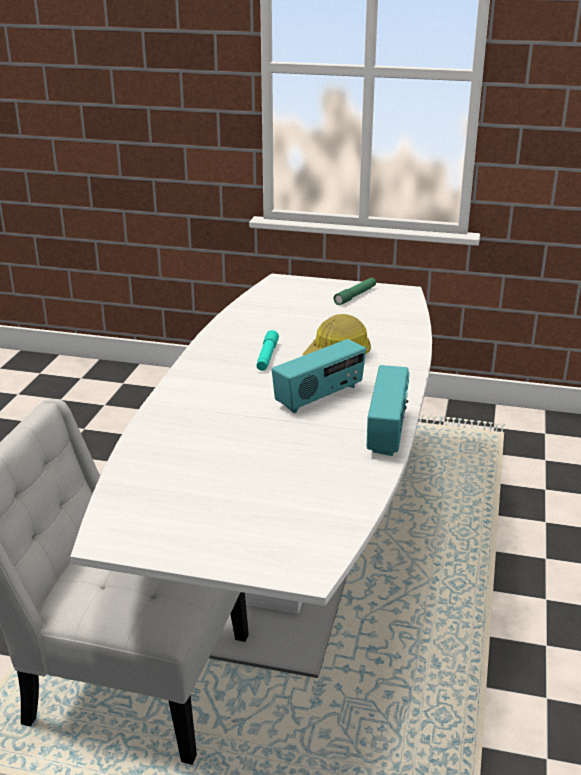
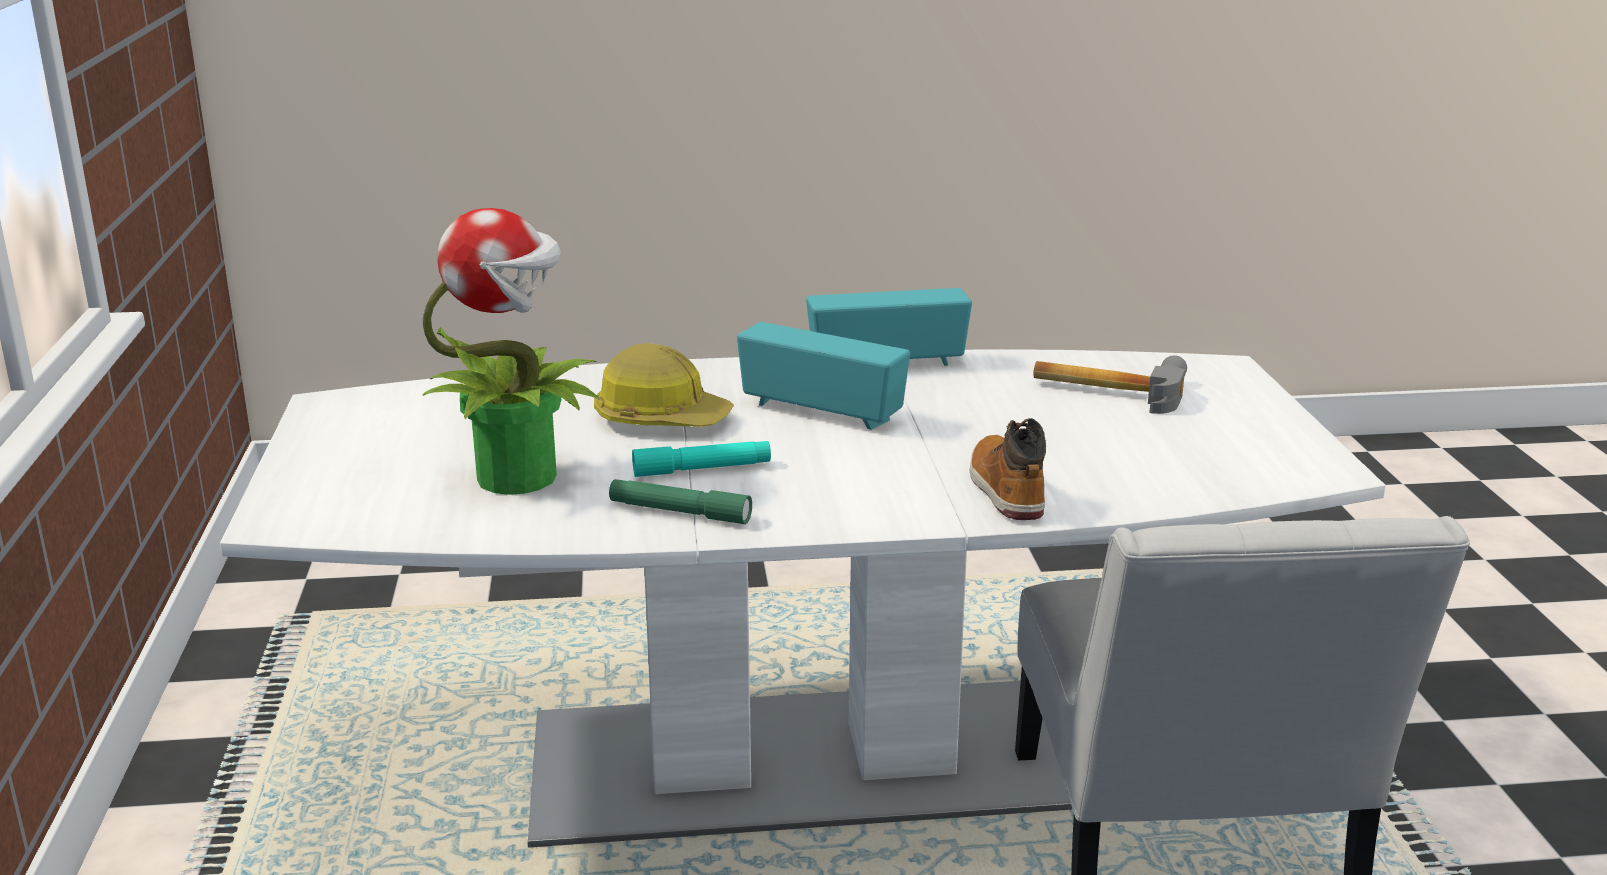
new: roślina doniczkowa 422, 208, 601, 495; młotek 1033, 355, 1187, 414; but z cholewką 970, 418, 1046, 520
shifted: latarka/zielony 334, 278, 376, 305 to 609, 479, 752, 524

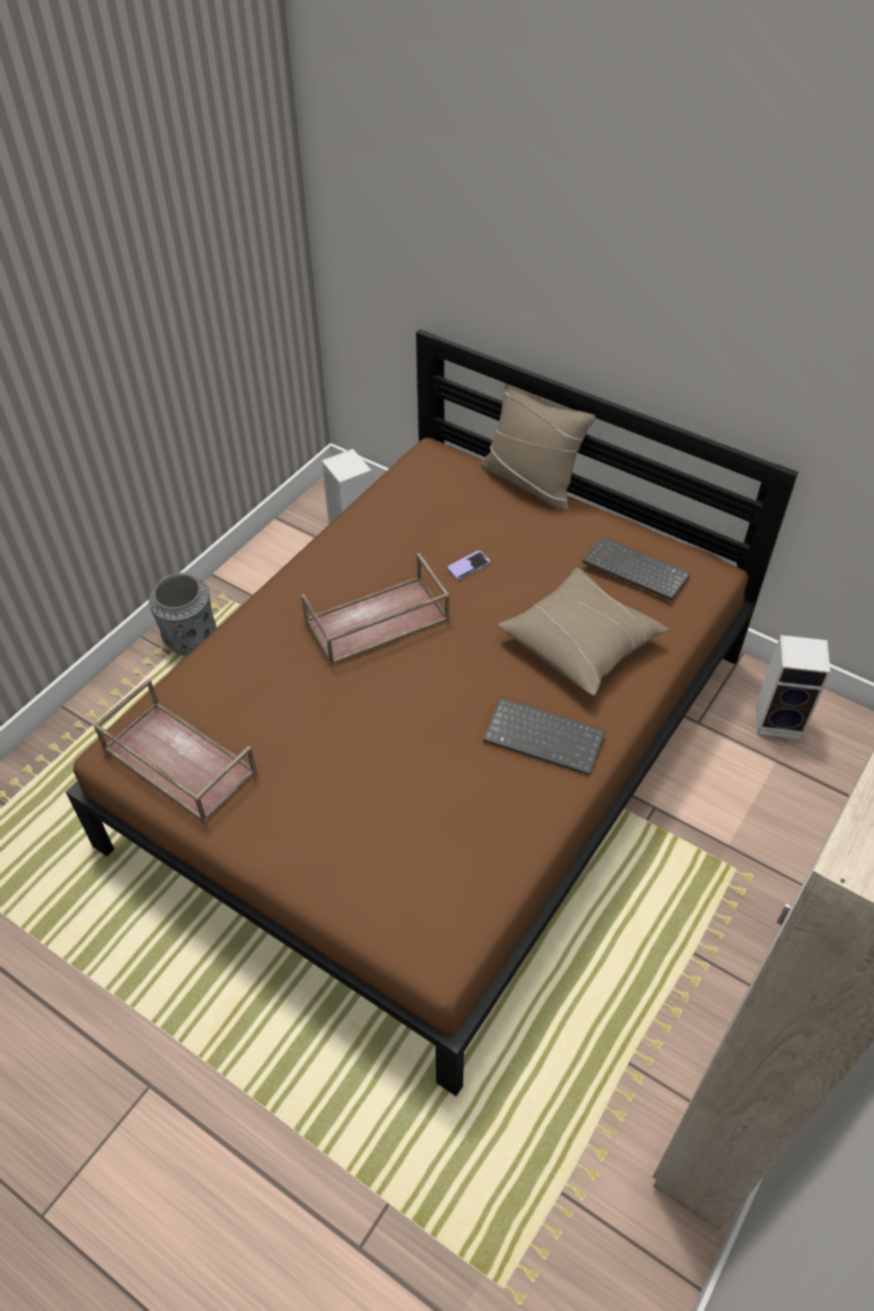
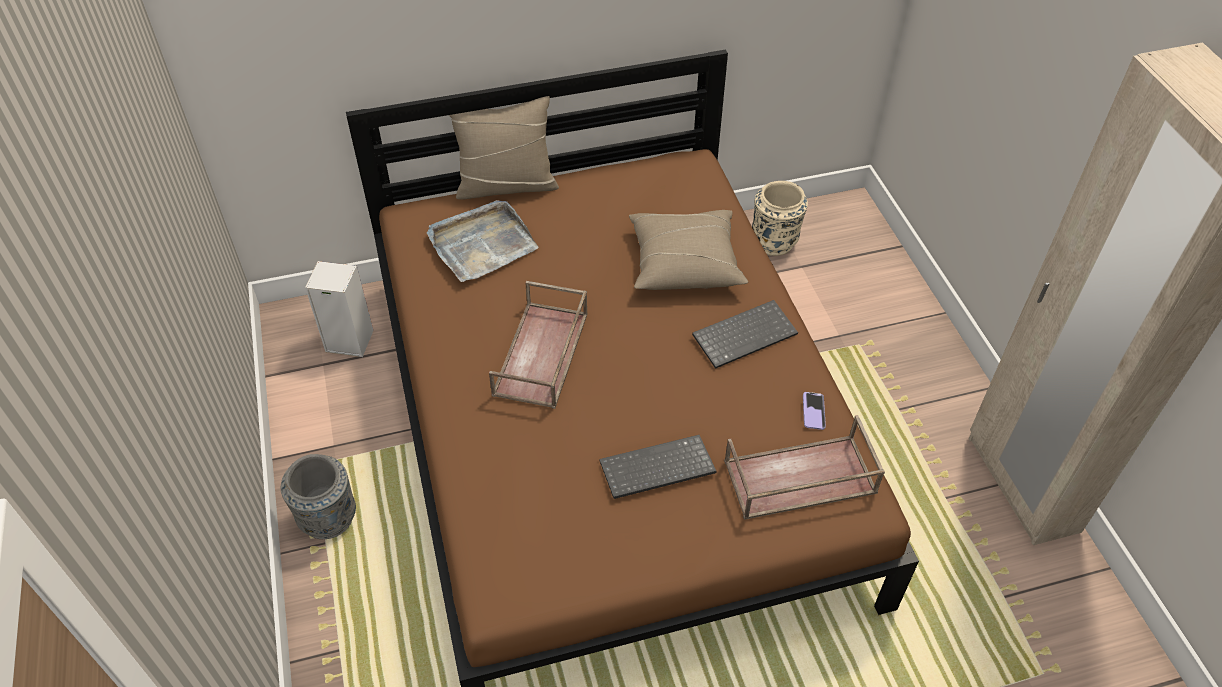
new: taca/szary 427, 200, 539, 282
shifted: klawiatura 582, 537, 691, 601 to 600, 435, 716, 499; telefon 448, 550, 490, 580 to 803, 392, 826, 430; taca/brązowy 93, 679, 257, 823 to 724, 415, 885, 520
swapped: głośnik 756, 635, 831, 740 to wazon/beżowy 752, 181, 808, 256

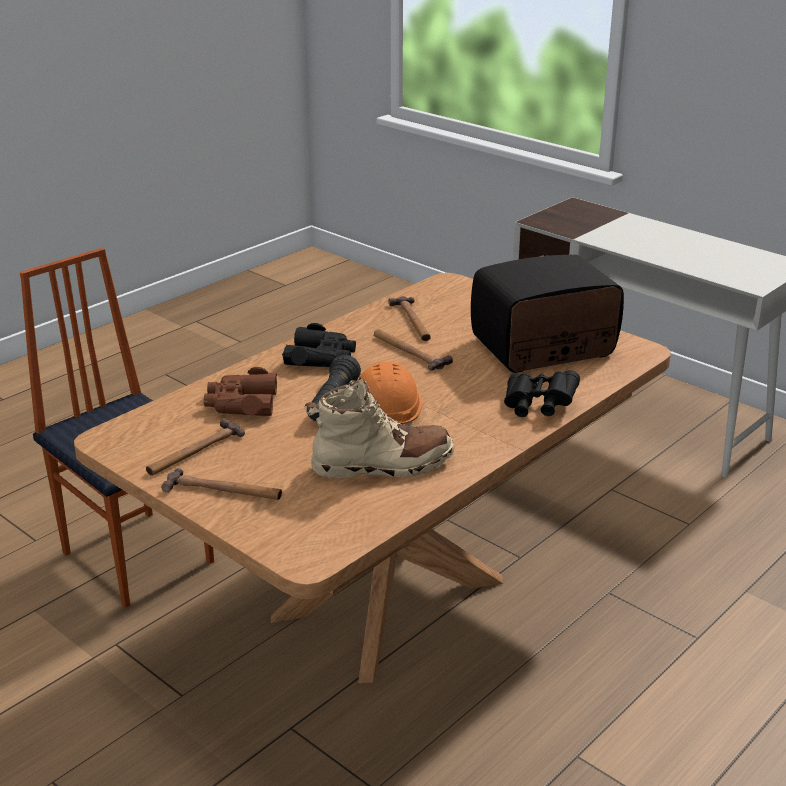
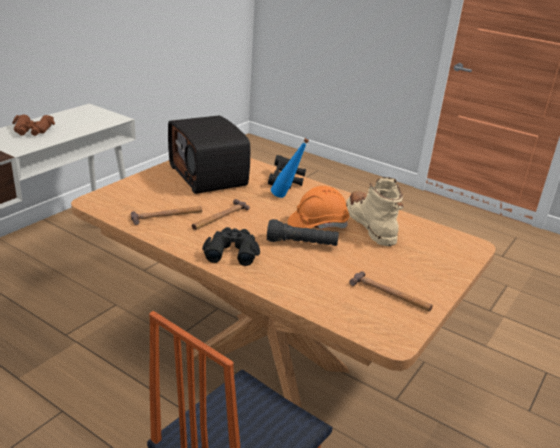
gone: młotek 161, 468, 282, 500
new: butelka/niebieski 271, 138, 309, 198
shifted: lornetka/brązowy 204, 367, 277, 416 to 12, 115, 55, 136

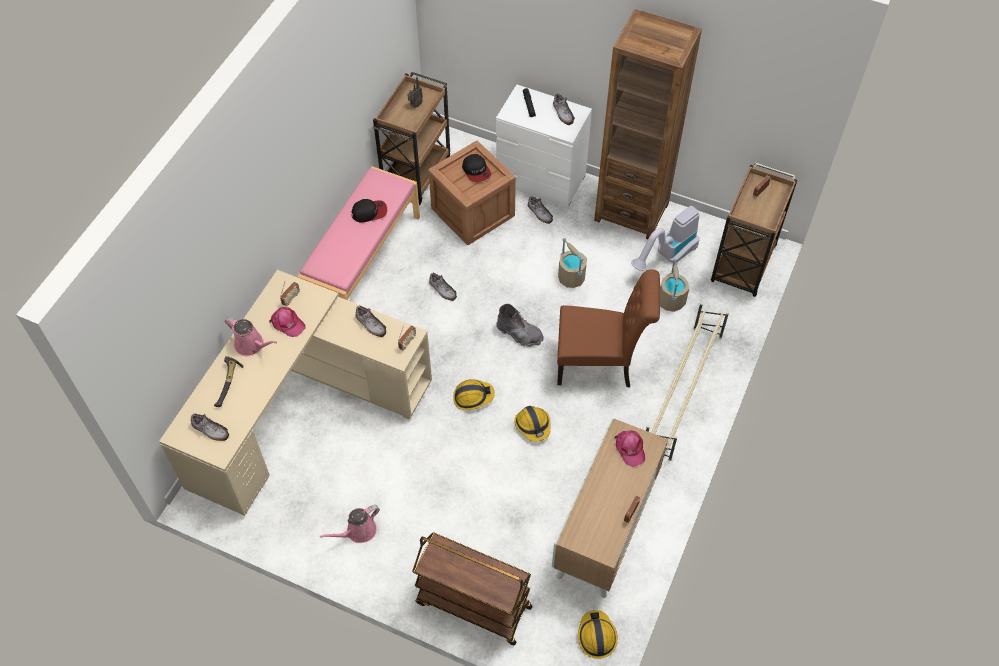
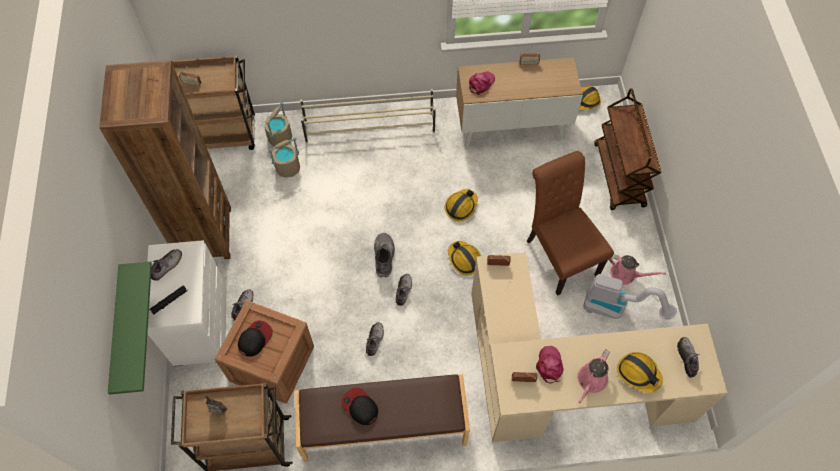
new: półka/zielony 108, 262, 152, 395
shifted: odkurzacz 631, 206, 700, 271 to 583, 274, 677, 320; wiadro/beżowy 558, 238, 587, 288 to 264, 102, 293, 147; krzesło/brązowy 557, 269, 660, 387 to 527, 151, 614, 296; but 356, 306, 386, 337 to 396, 274, 412, 306
swapped: młotek 214, 356, 244, 407 to kask 617, 352, 663, 393
repainted: ławka/różowy 297, 166, 420, 300 to ławka/brązowy 294, 374, 470, 462
rotated: konewka/różowy 225, 317, 277, 356 = 577, 349, 610, 404 150 degrees counterclockwise

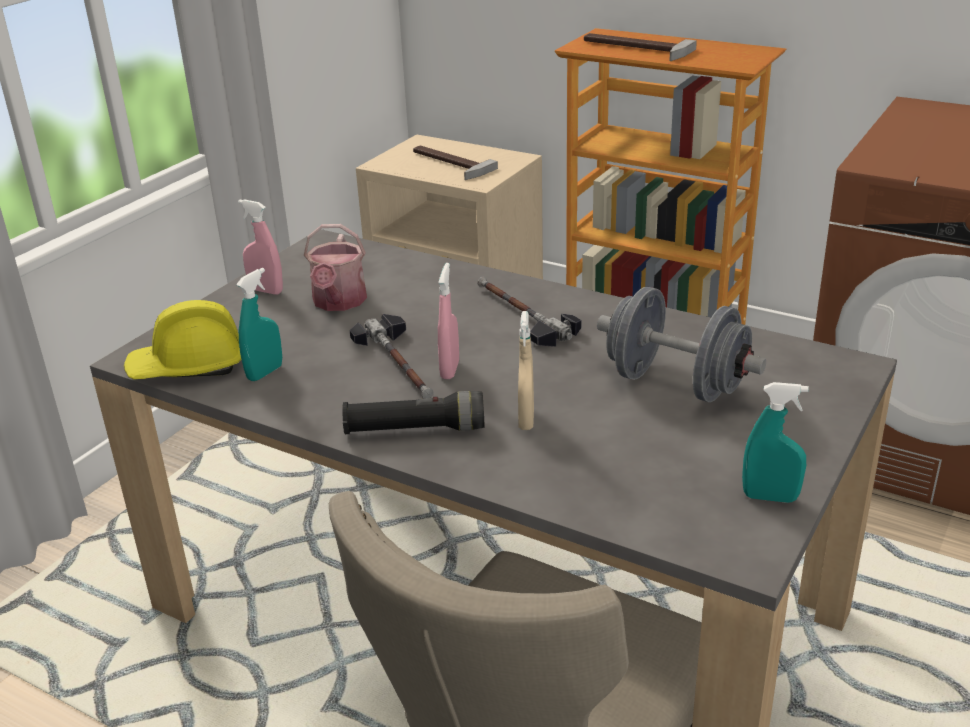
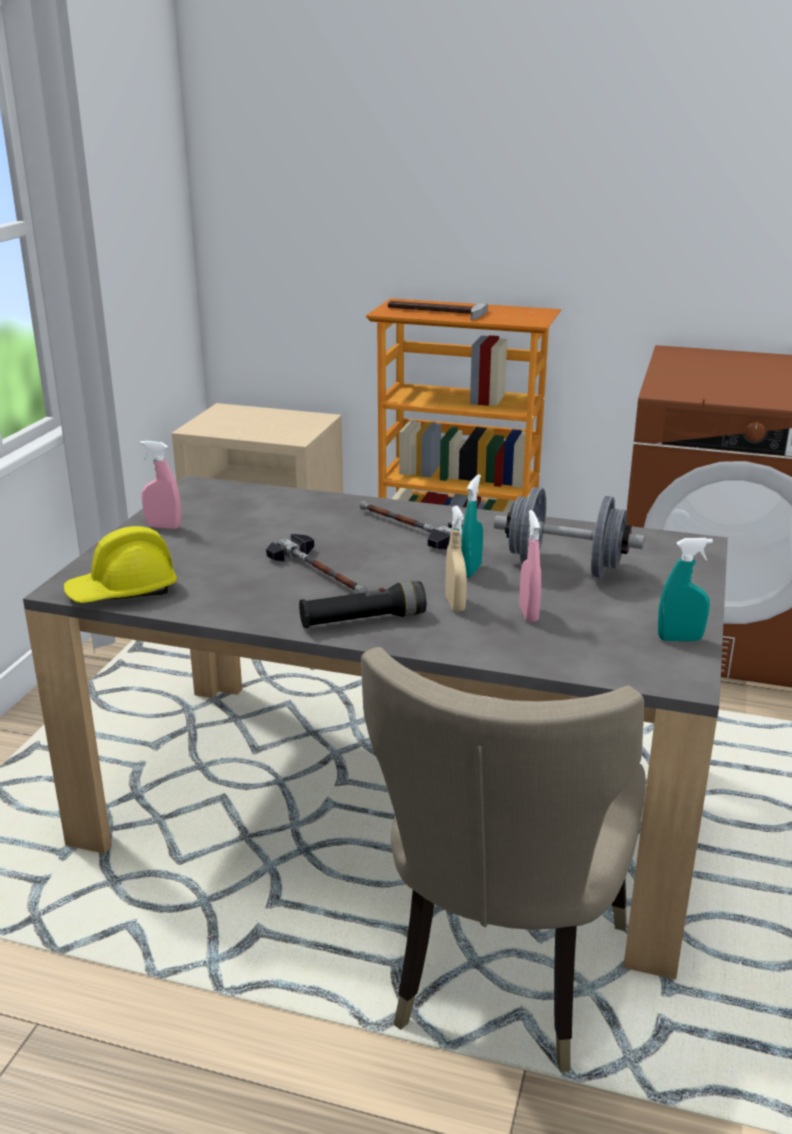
gone: młotek 413, 146, 498, 180; konewka 304, 224, 367, 311
shifted: spryskiwacz/różowy 438, 263, 459, 379 to 519, 510, 541, 622; spryskiwacz/turkusowy 236, 268, 282, 381 to 461, 474, 483, 578

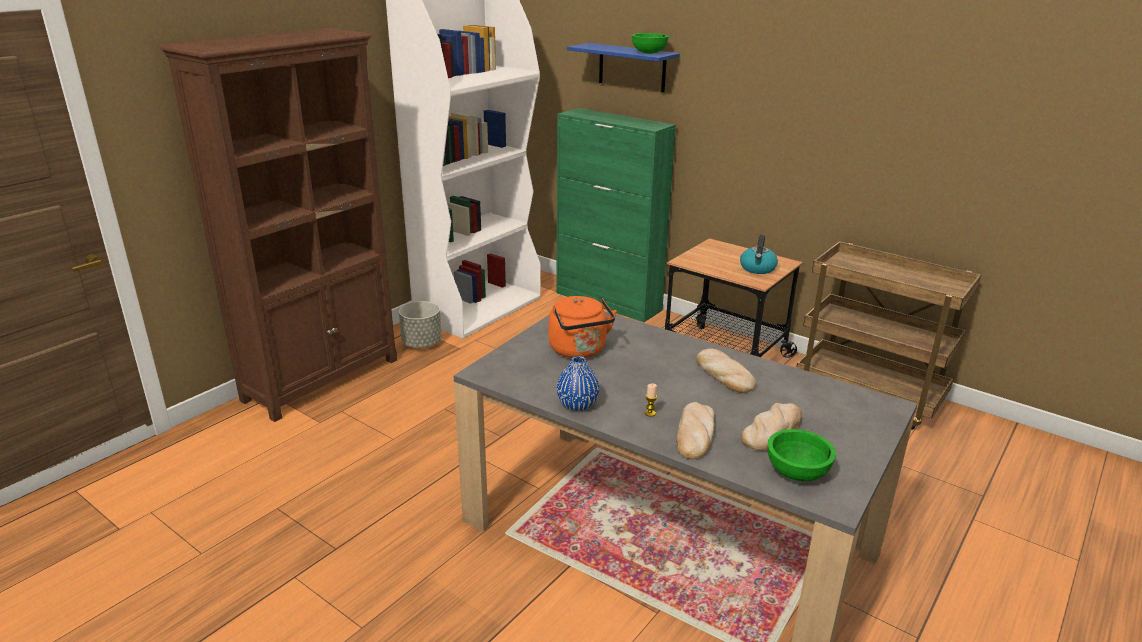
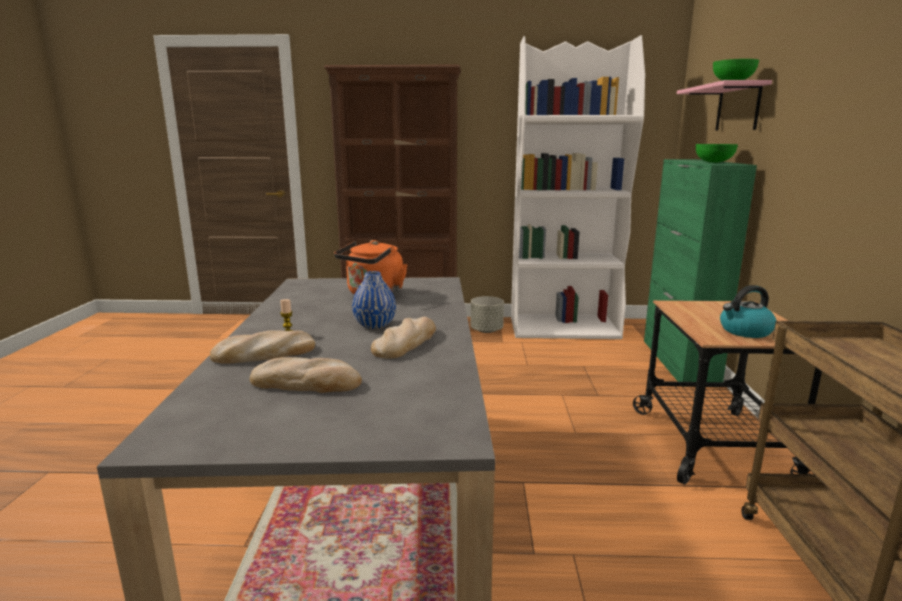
shifted: wazon/niebieski 557, 356, 599, 411 to 352, 271, 396, 329; miska/zielony 768, 429, 836, 481 to 696, 144, 738, 163
repainted: półka/niebieski 567, 43, 680, 92 to półka/różowy 677, 80, 772, 131

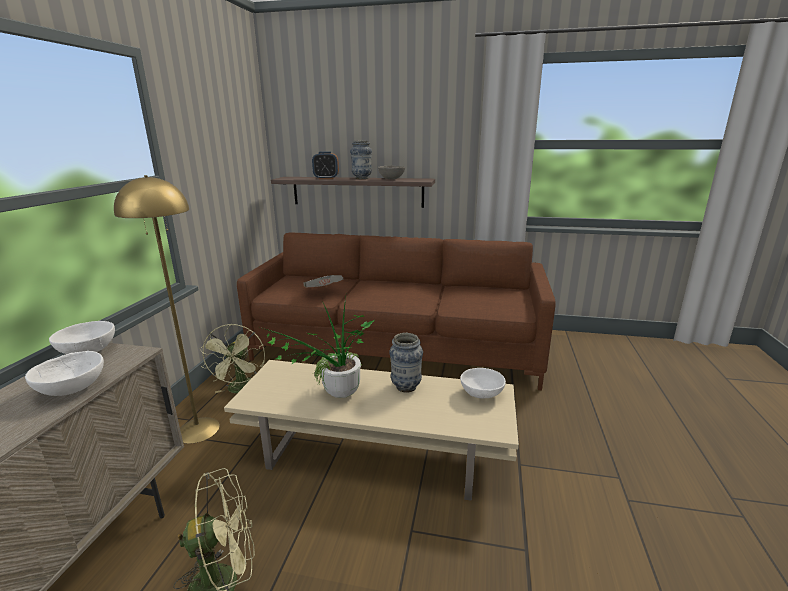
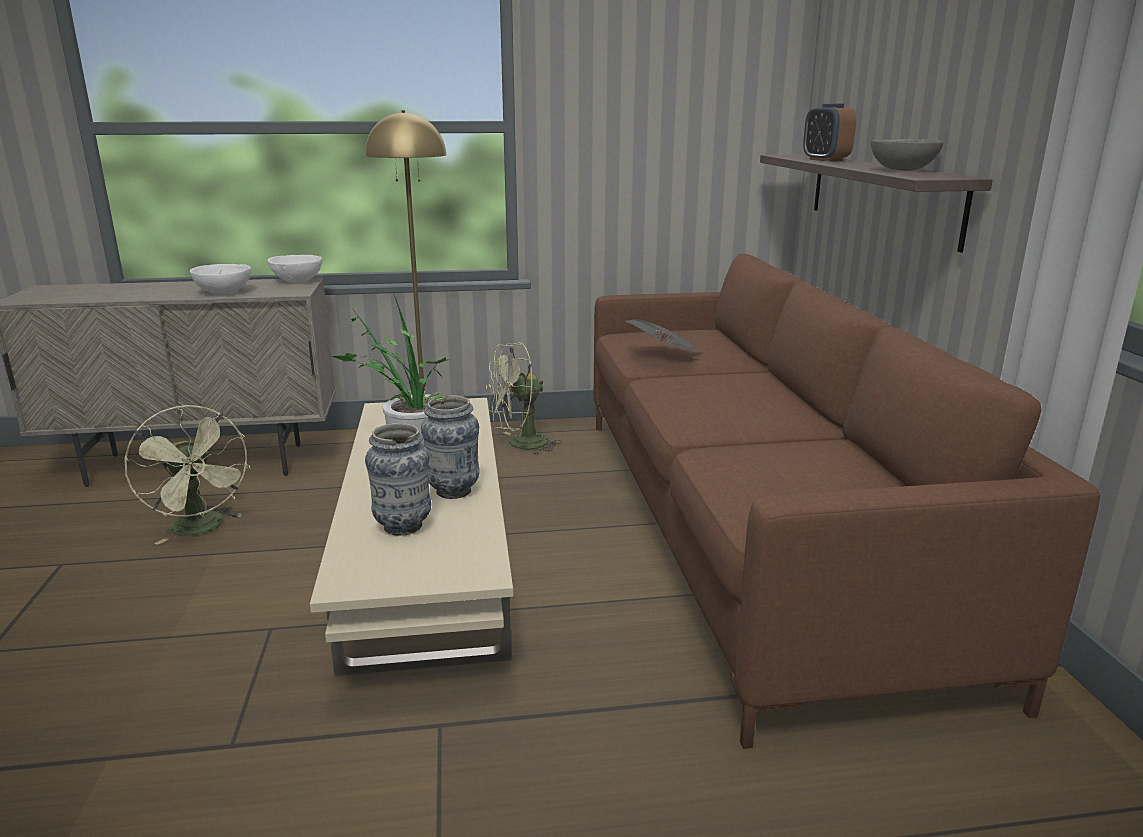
gone: miska/biały 460, 368, 506, 398
shifted: wazon 350, 140, 372, 179 to 365, 423, 431, 536

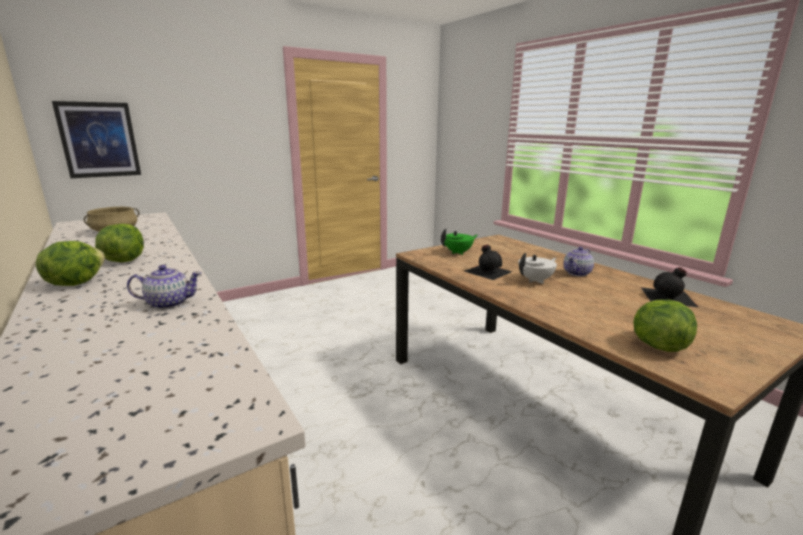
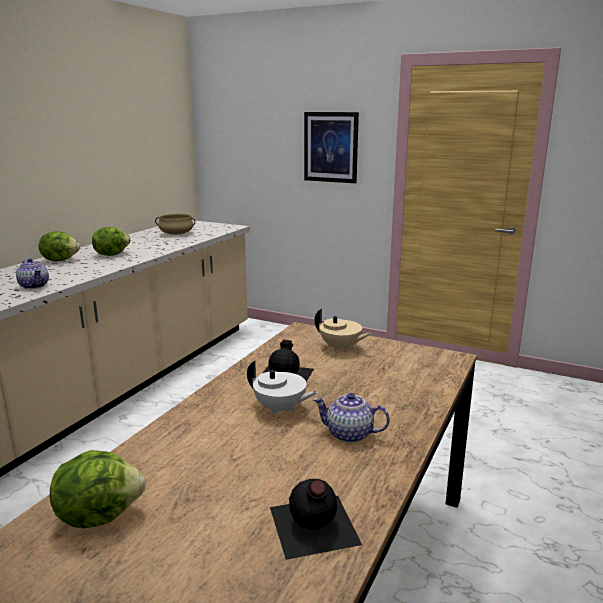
shifted: obraz 52, 101, 141, 178 to 304, 112, 359, 183
repainted: imbryk/zielony 441, 228, 478, 255 to imbryk/beżowy 315, 309, 371, 352

